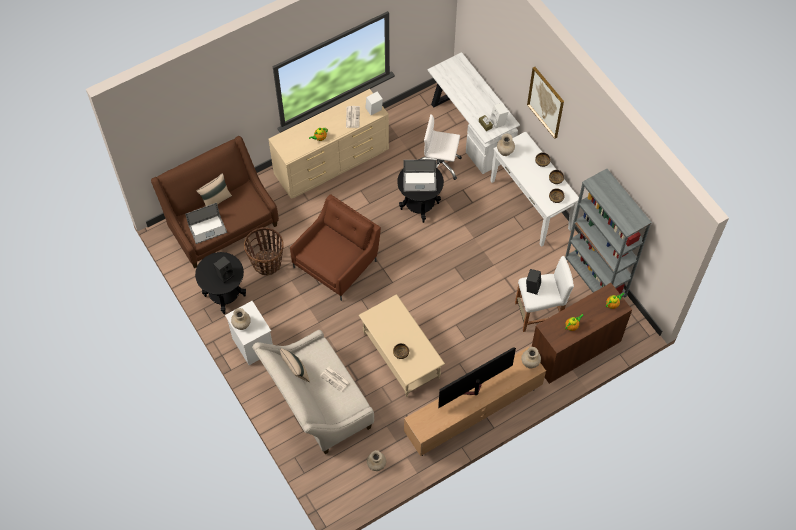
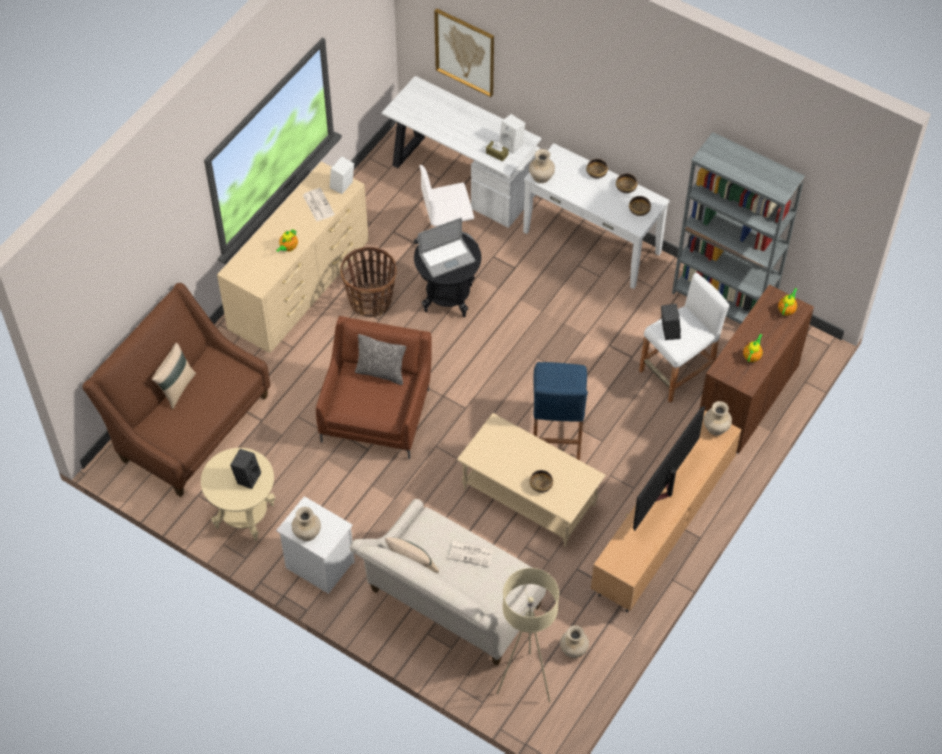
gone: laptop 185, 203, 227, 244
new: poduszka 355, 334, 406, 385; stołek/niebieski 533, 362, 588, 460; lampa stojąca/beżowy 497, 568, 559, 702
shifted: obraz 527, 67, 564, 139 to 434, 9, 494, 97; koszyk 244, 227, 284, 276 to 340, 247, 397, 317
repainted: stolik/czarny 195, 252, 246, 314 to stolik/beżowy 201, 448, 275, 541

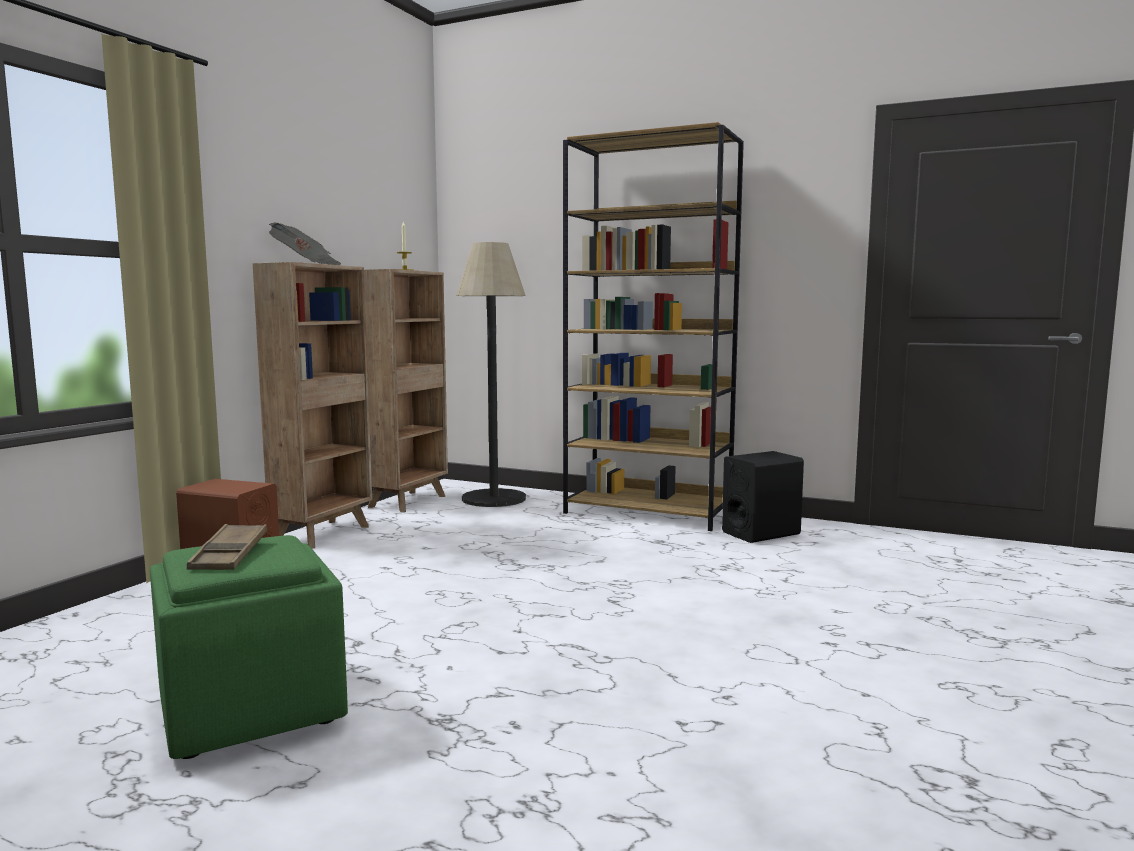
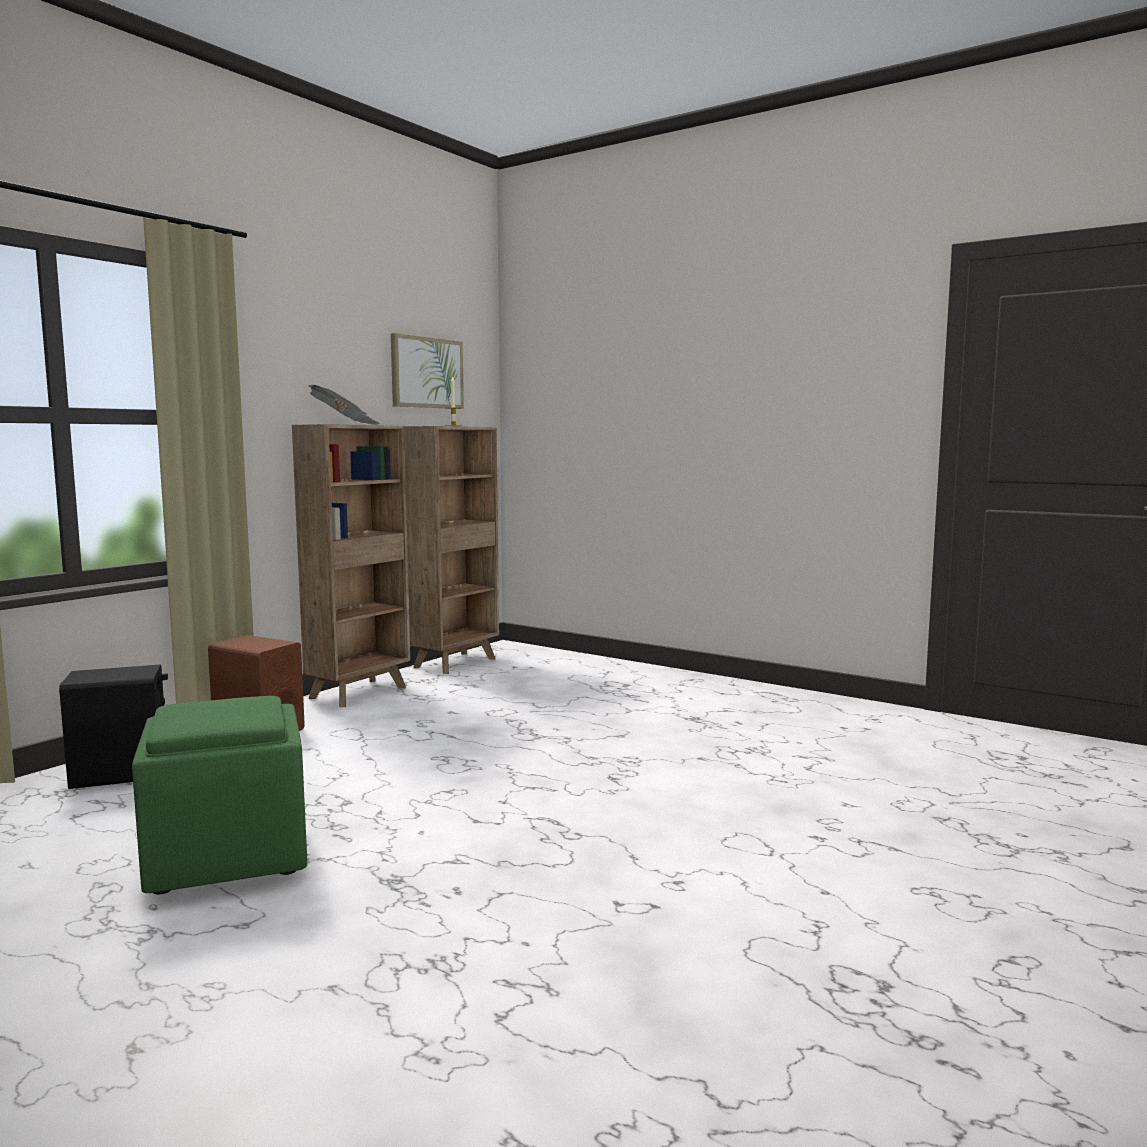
gone: regał/brązowy 563, 122, 744, 531; lampa stojąca 456, 242, 526, 507; taca/brązowy 187, 524, 267, 570
new: obraz 391, 333, 464, 409
shifted: głośnik/czarny 722, 451, 804, 543 to 59, 665, 168, 789

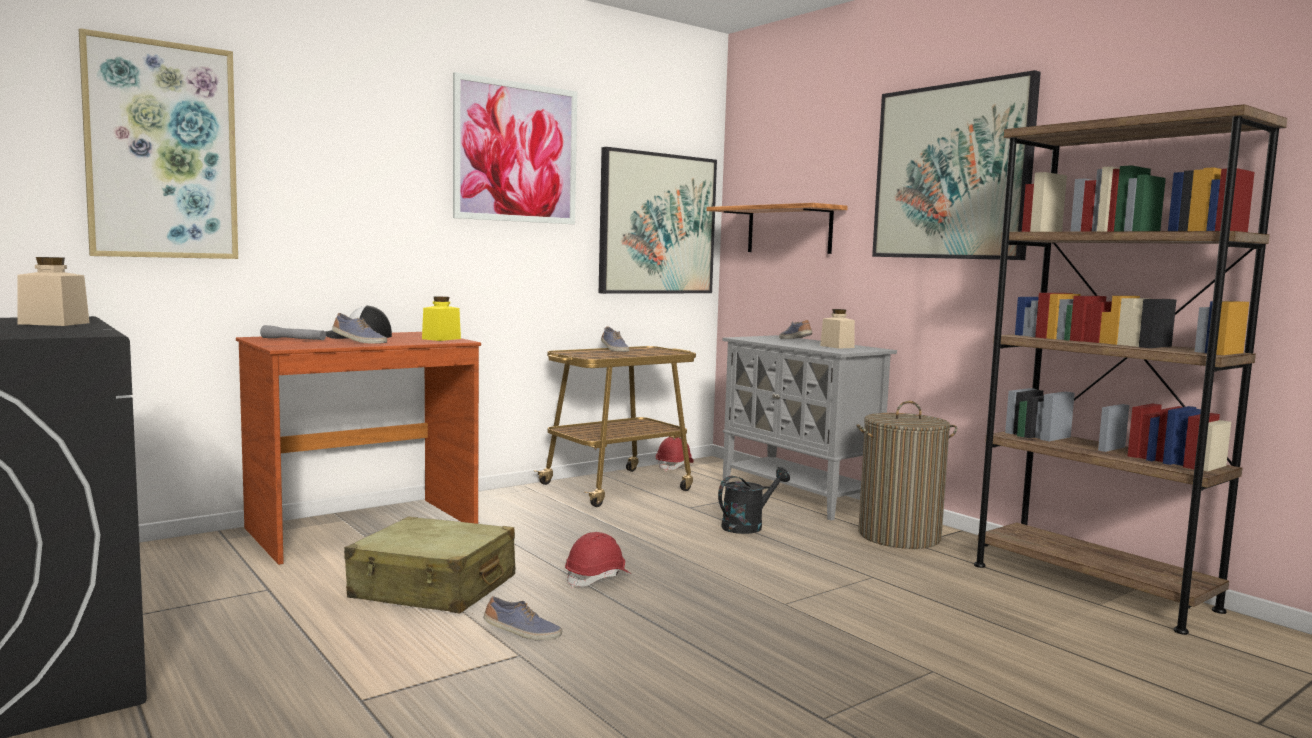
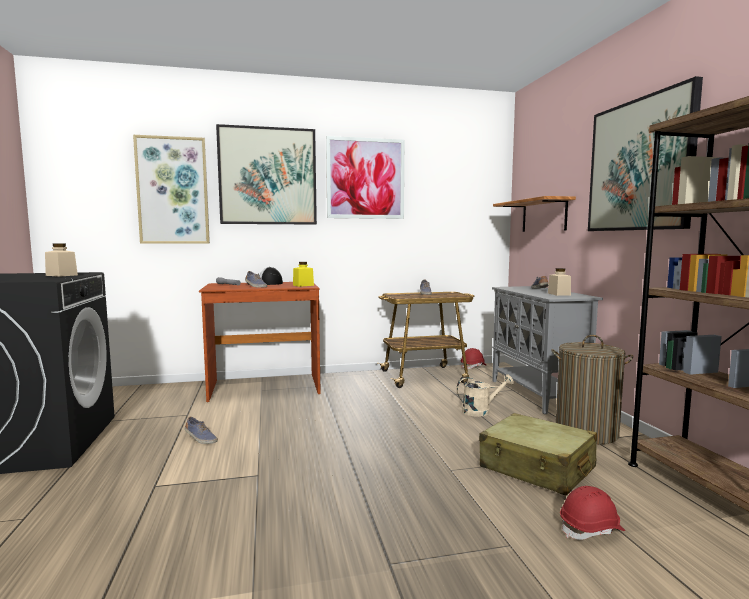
shifted: obraz 599, 147, 717, 294 to 216, 124, 317, 225; walizka/beżowy 344, 516, 515, 613 to 479, 413, 597, 495; kask/czerwony 565, 532, 630, 588 to 560, 486, 625, 540; but 484, 596, 562, 641 to 185, 417, 218, 444
repainted: konewka/czarny 718, 467, 790, 534 to konewka/beżowy 457, 374, 514, 417

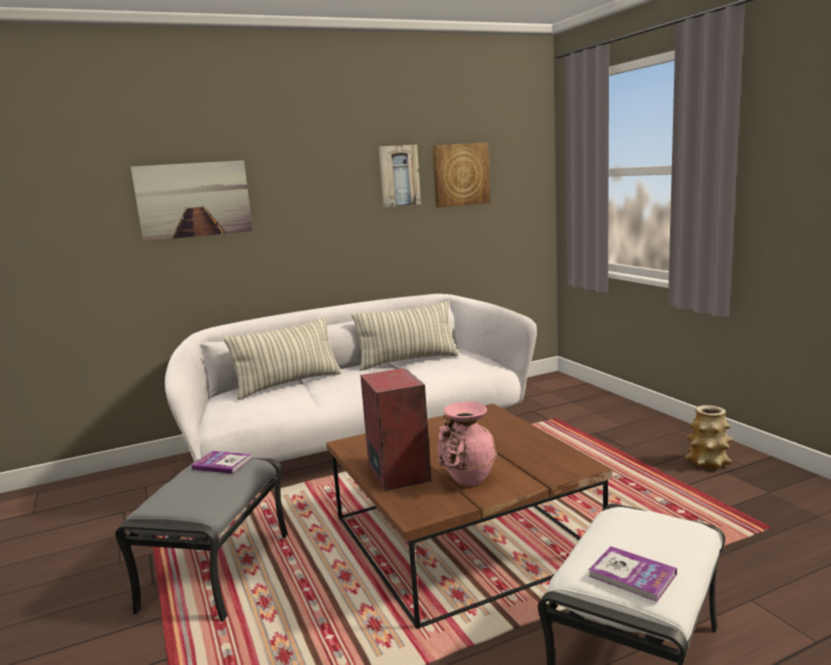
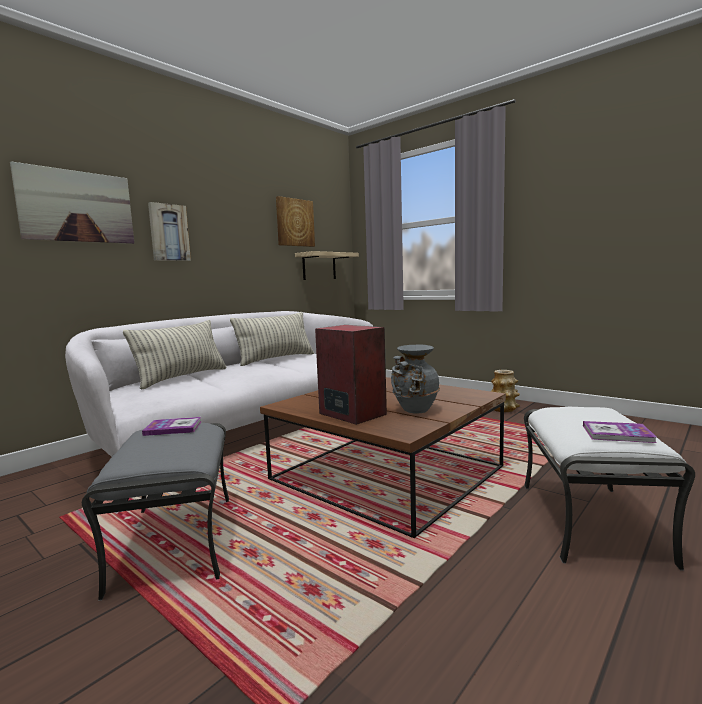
new: półka 295, 251, 359, 280
shifted: obraz 379, 144, 421, 207 to 148, 202, 191, 261
repainted: wazon/różowy 438, 402, 497, 486 to wazon/szary 391, 345, 440, 414

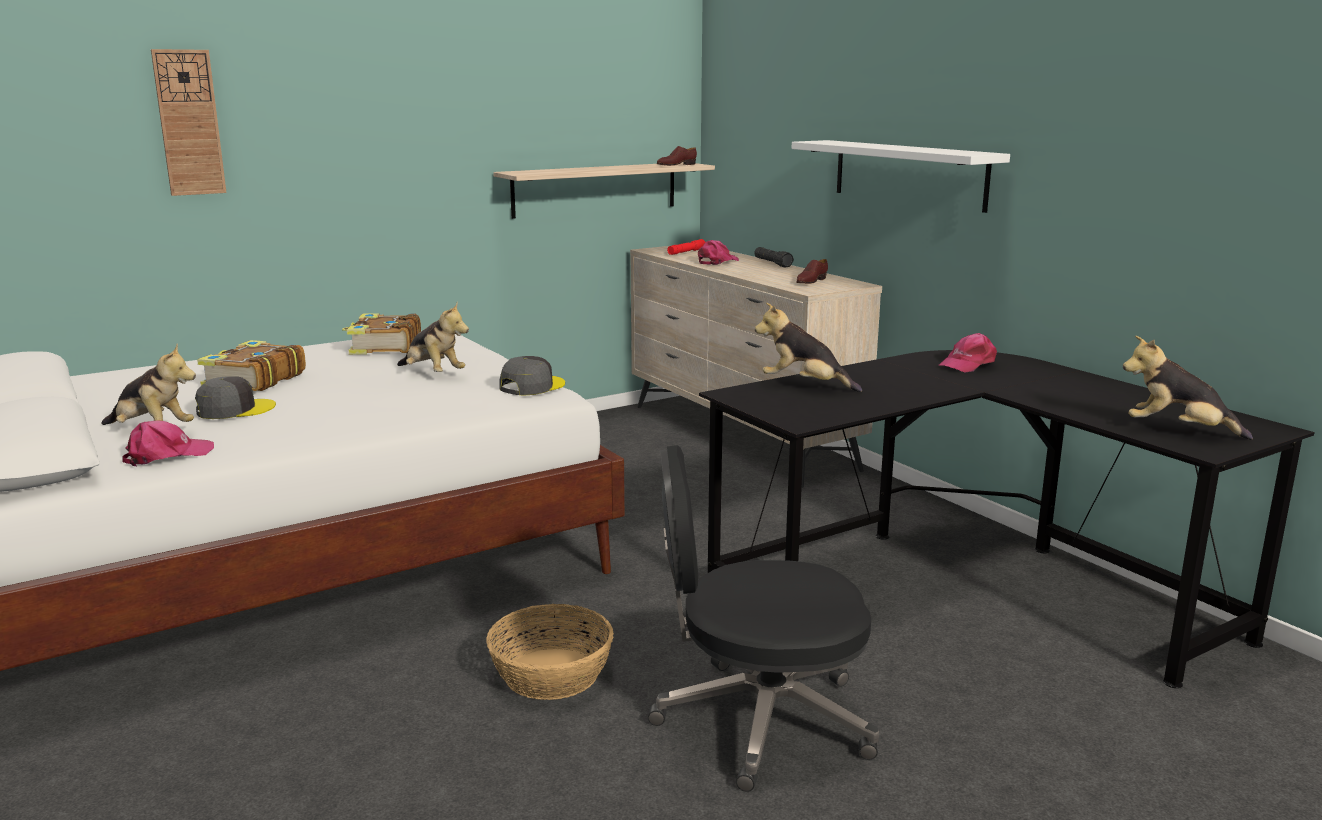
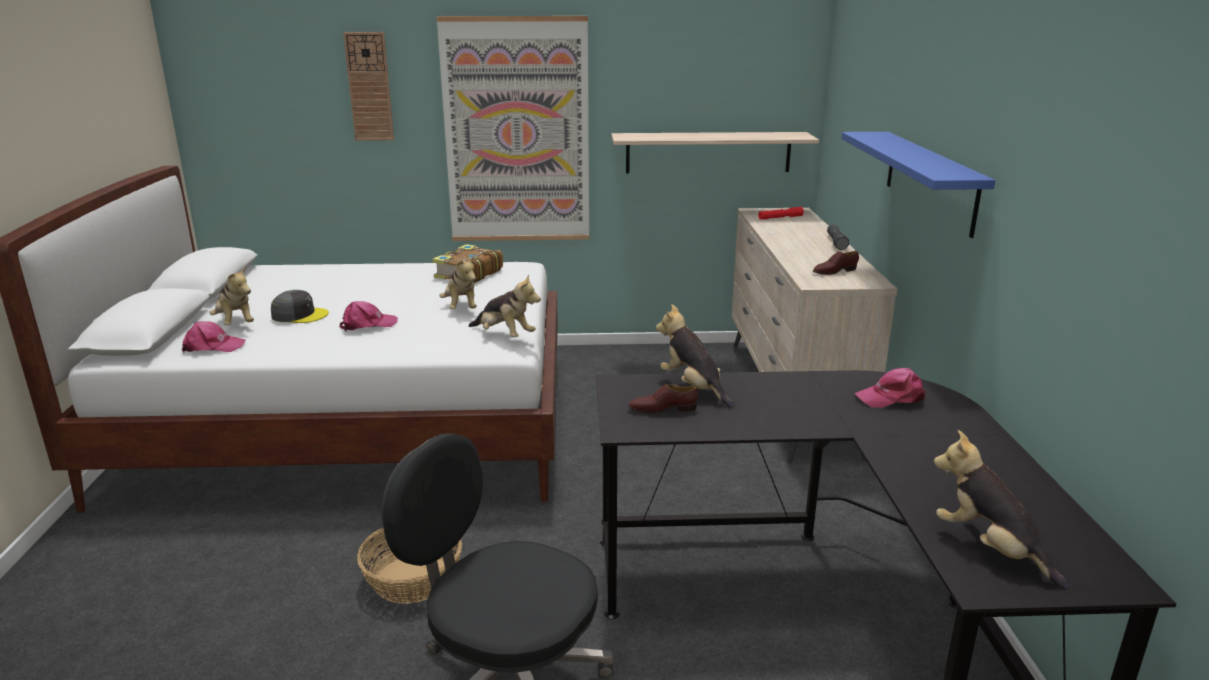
gone: książka 197, 340, 306, 391
new: obraz 436, 16, 589, 241
shifted: but/brązowy 657, 146, 697, 166 to 629, 384, 698, 414; czapka z daszkiem/różowy 698, 240, 739, 265 to 340, 301, 398, 332
swapped: czapka z daszkiem/szary 500, 356, 565, 395 to pluszak 469, 274, 541, 337
repainted: półka/biały 792, 140, 1010, 213 to półka/niebieski 841, 132, 995, 238

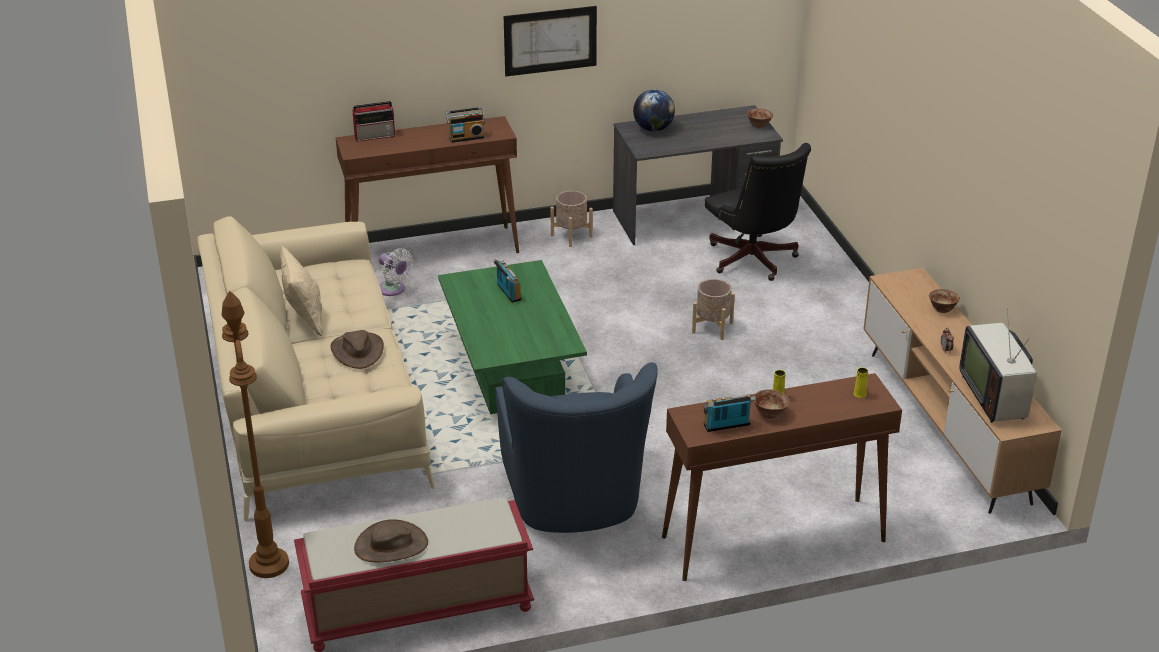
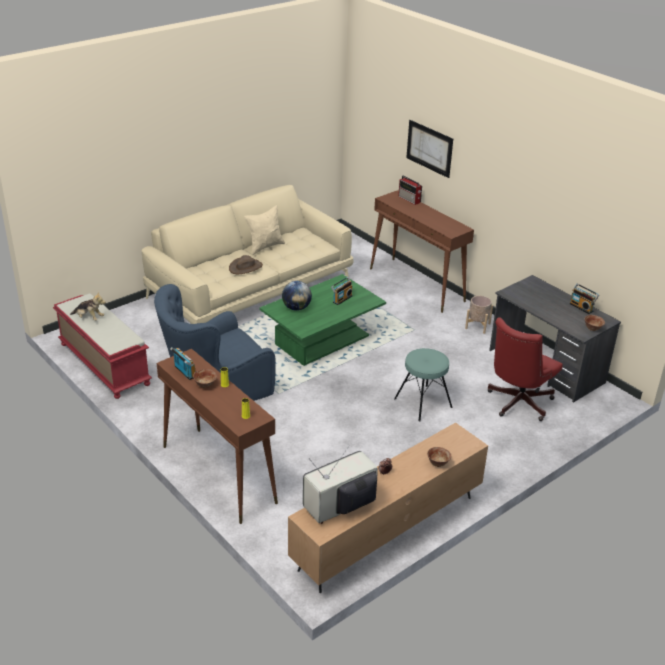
gone: wentylator/biały 379, 248, 413, 296; lampa stojąca/brązowy 222, 291, 289, 578
shifted: obraz 504, 6, 597, 76 to 406, 120, 453, 178; globus 633, 89, 675, 132 to 282, 281, 312, 311; radio 446, 107, 485, 143 to 569, 284, 599, 314
swapped: donica/beżowy 692, 279, 735, 340 to stołek/turkusowy 394, 348, 453, 421; kapelusz/brązowy 354, 519, 428, 562 to pluszak 70, 291, 106, 321
repainted: krzesło biurowe/czarny 705, 143, 811, 281 to krzesło biurowe/czerwony 488, 317, 563, 421

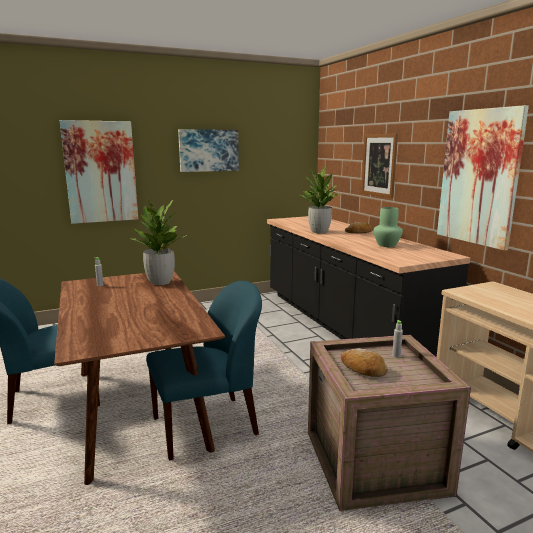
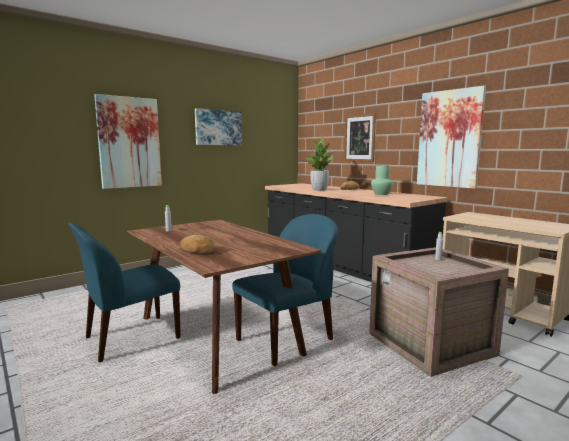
gone: roślina doniczkowa 129, 198, 187, 285
shifted: chleb 341, 348, 388, 377 to 180, 235, 217, 254

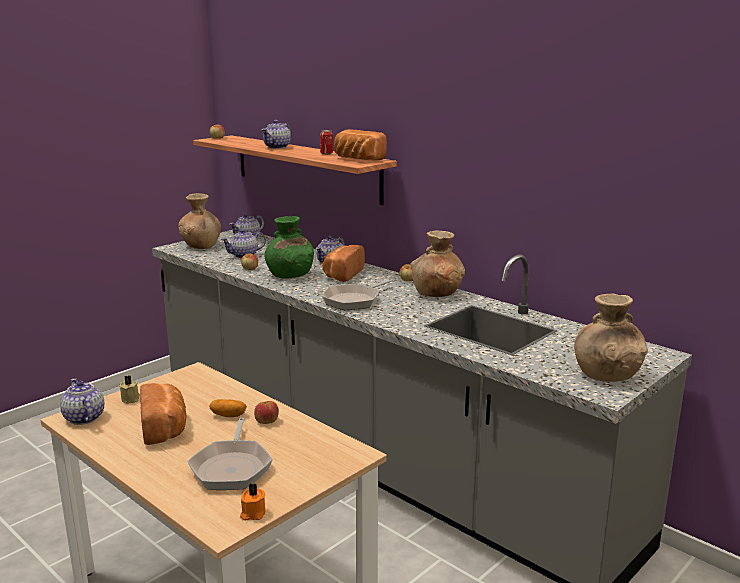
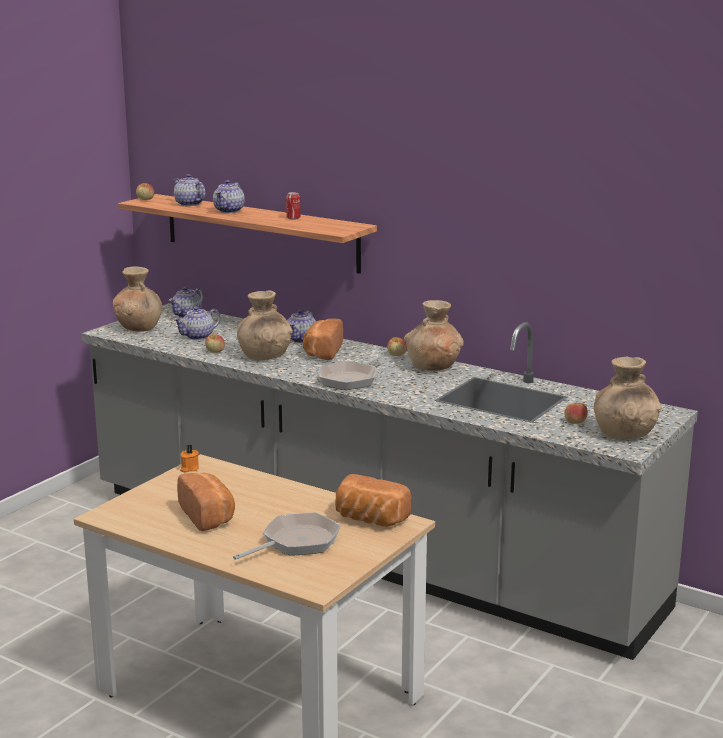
gone: świeca/beżowy 119, 376, 140, 404; ziemniak 209, 399, 247, 417
shifted: chleb 334, 129, 387, 160 to 335, 474, 412, 527; imbryk 60, 379, 104, 425 to 174, 174, 205, 206; jabłko 254, 401, 279, 424 to 564, 403, 588, 424; świeca/pomarańczowy 240, 483, 265, 521 to 180, 444, 199, 472
repainted: wazon/zielony 264, 216, 314, 278 to wazon/brązowy 237, 291, 293, 360
rotated: patelnia 188, 418, 272, 490 = 233, 512, 341, 560 120 degrees counterclockwise

